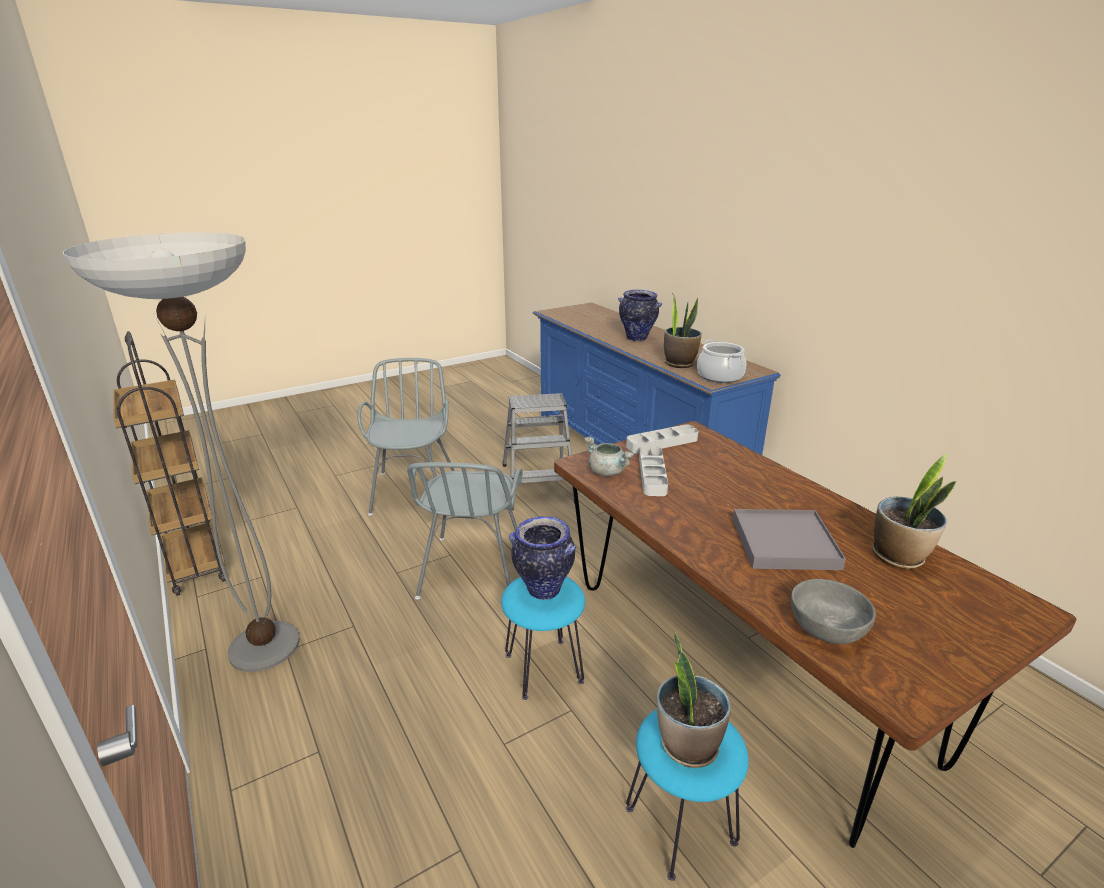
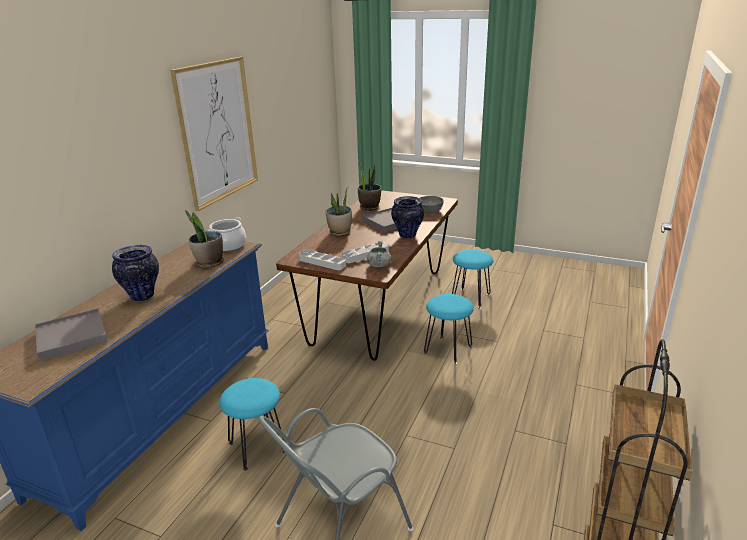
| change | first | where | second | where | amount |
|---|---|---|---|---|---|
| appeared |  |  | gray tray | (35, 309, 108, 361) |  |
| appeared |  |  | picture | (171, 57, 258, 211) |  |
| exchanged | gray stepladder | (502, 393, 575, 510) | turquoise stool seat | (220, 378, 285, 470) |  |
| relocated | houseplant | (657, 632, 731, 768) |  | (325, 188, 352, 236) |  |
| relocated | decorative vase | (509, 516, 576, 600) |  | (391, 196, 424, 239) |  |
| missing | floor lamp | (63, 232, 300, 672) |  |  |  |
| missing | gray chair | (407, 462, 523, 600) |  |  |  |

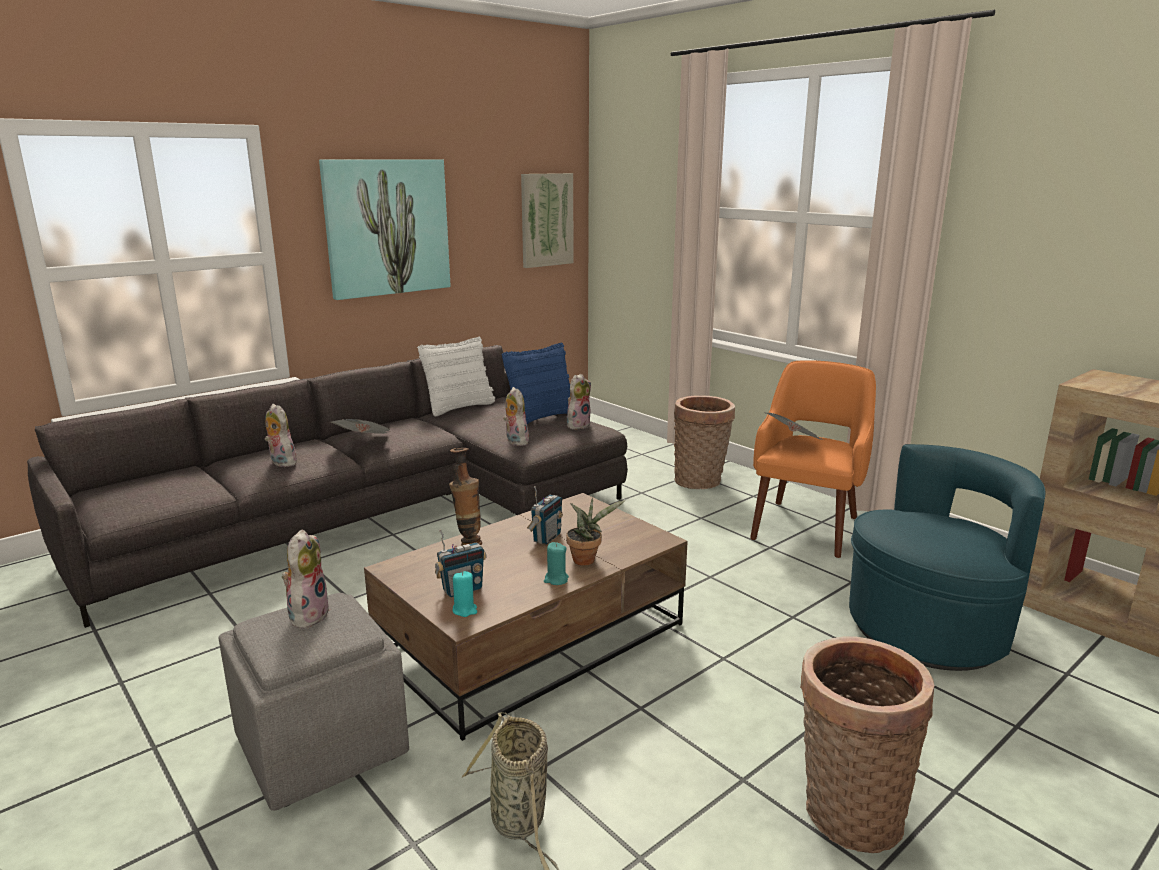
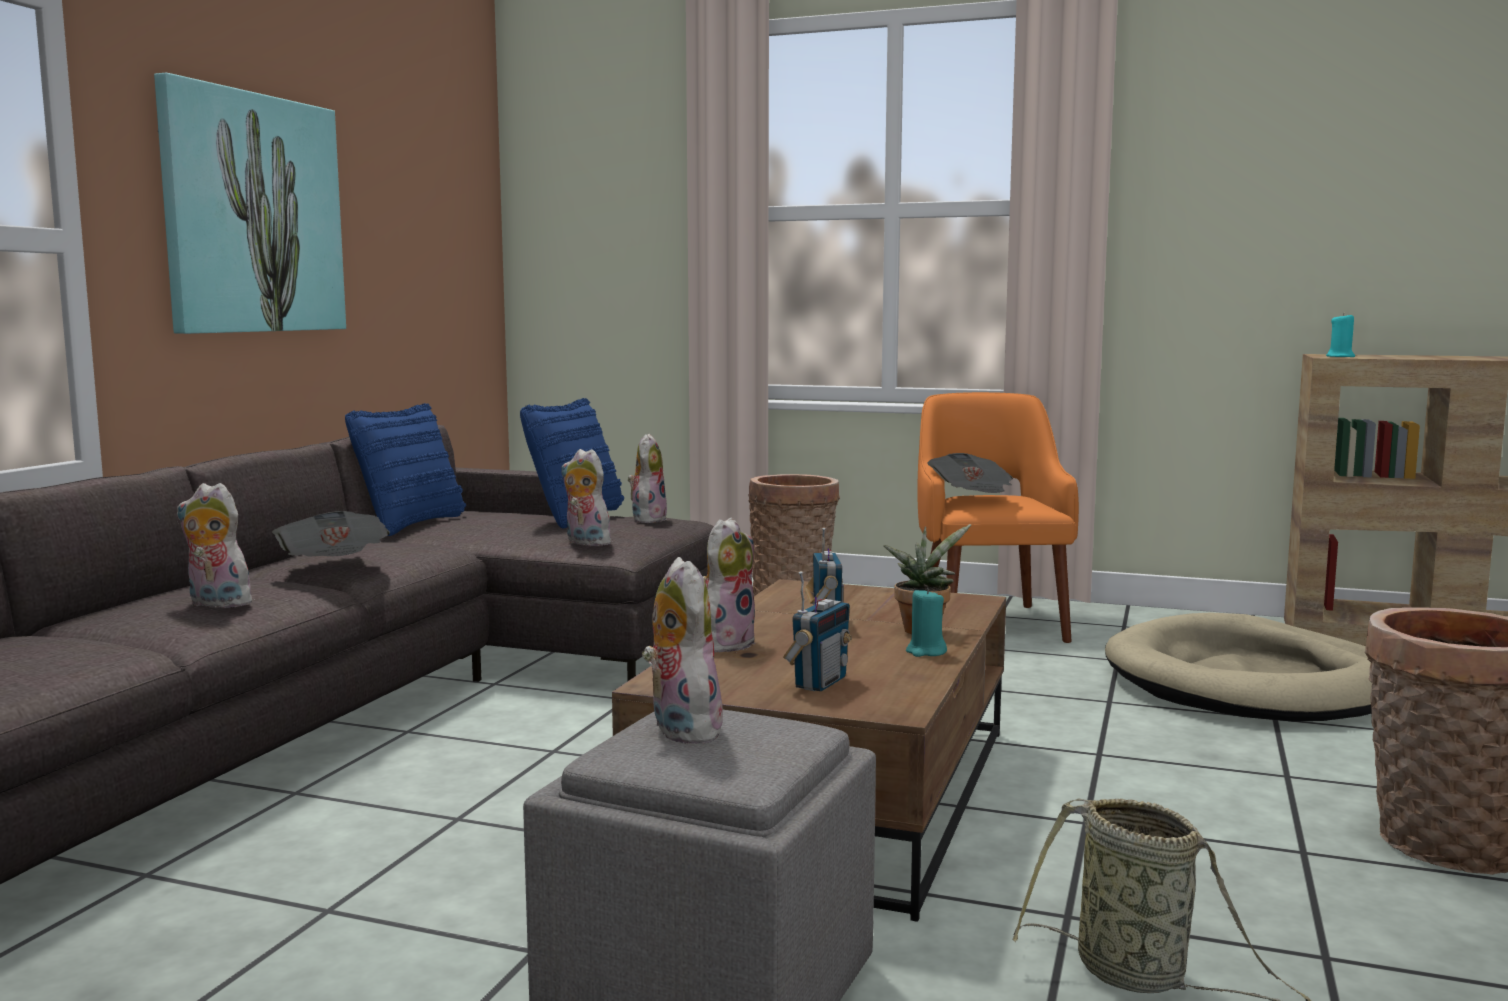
| change | first | where | second | where | amount |
|---|---|---|---|---|---|
| colour | whitish throw pillow | (417, 337, 495, 416) | blue throw pillow | (345, 403, 466, 536) |  |
| exchanged | decorative vase | (449, 448, 482, 546) | cuddly toy | (703, 517, 756, 653) |  |
| exchanged | turquoise easy chair | (849, 444, 1045, 671) | beige dog cushion | (1105, 612, 1372, 722) |  |
| relocated | turquoise wax light | (453, 571, 477, 617) |  | (1326, 313, 1355, 357) |  |
| missing | picture | (521, 173, 573, 268) |  |  |  |

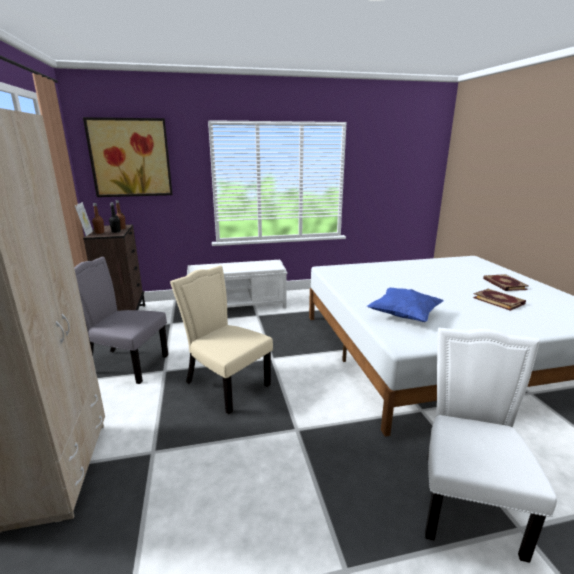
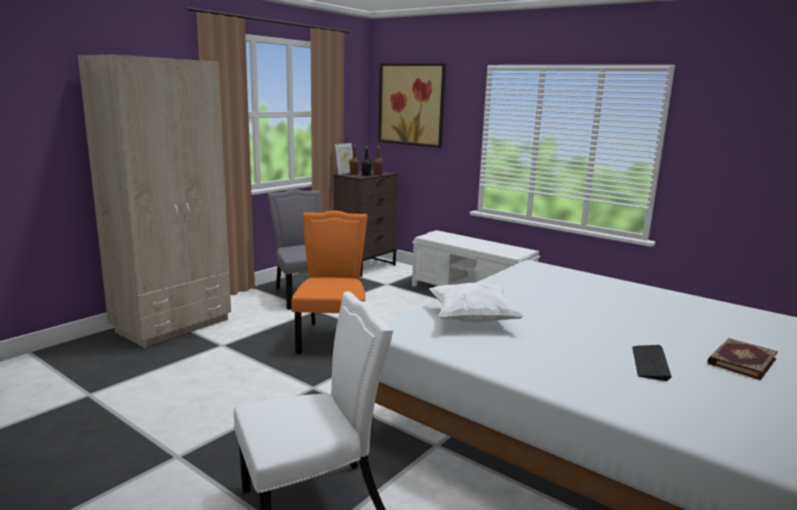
| change | first | where | second | where | amount |
|---|---|---|---|---|---|
| colour | beige chair | (170, 265, 273, 414) | orangey chair | (291, 211, 367, 354) |  |
| colour | blue throw pillow | (367, 288, 443, 322) | whitish throw pillow | (429, 282, 524, 323) |  |
| exchanged | book | (473, 289, 526, 311) | keyboard | (632, 345, 672, 381) |  |

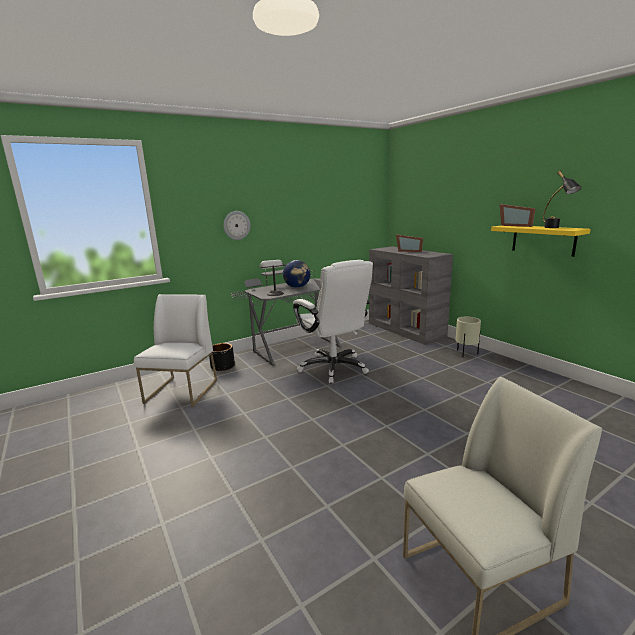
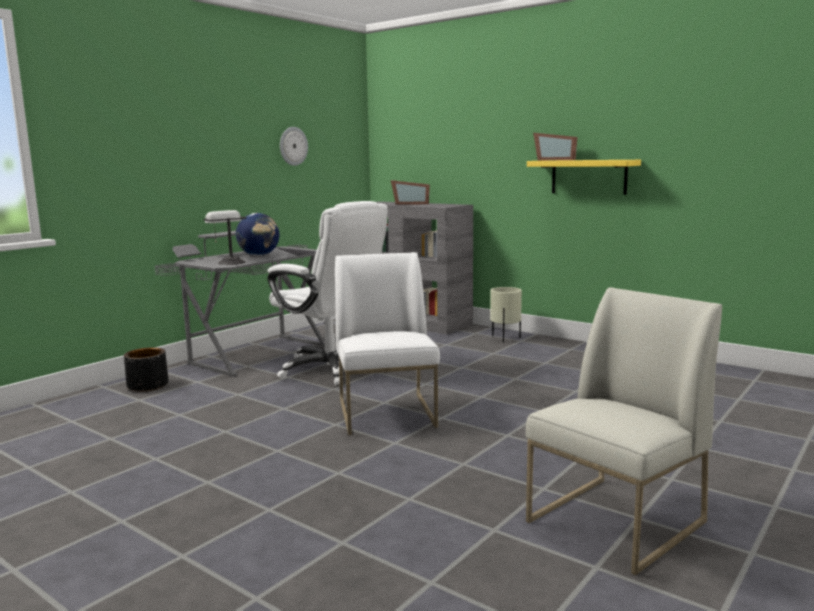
| change | first | where | second | where | amount |
|---|---|---|---|---|---|
| relocated | hanging clock | (223, 211, 251, 240) |  | (280, 127, 308, 166) |  |
| relocated | whitish chair | (134, 294, 217, 407) |  | (335, 252, 440, 435) |  |
| missing | black-coloured tabletop lamp | (543, 171, 582, 228) |  |  |  |

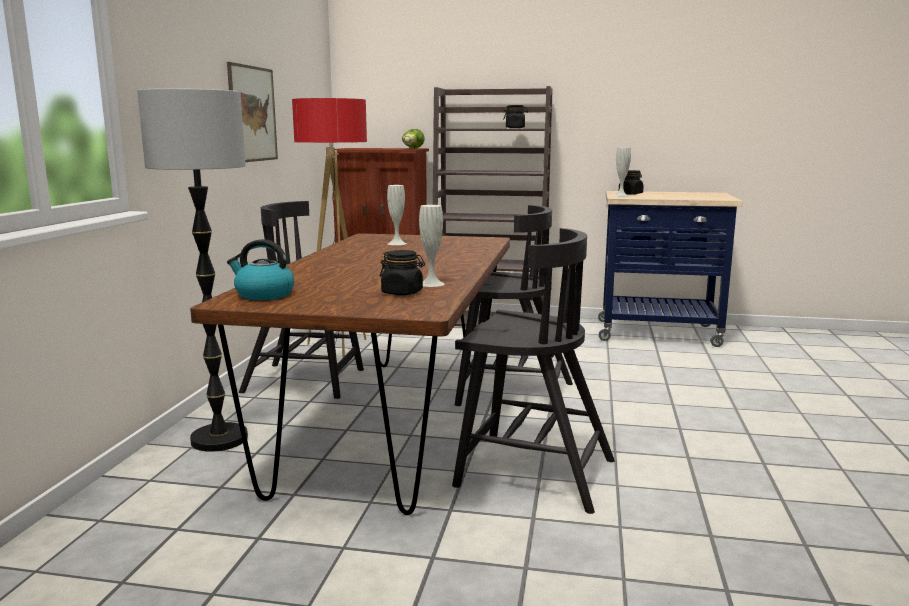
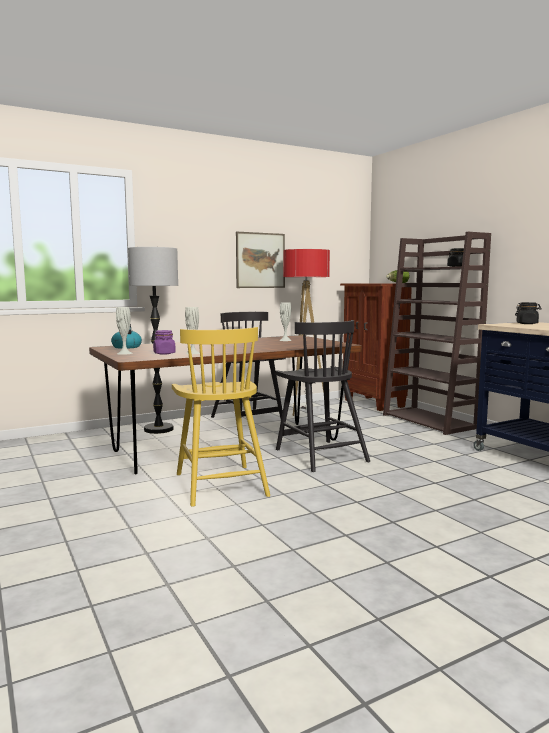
| change | first | where | second | where | amount |
|---|---|---|---|---|---|
| relocated | whitish decorative vase | (614, 147, 631, 197) |  | (116, 307, 133, 355) |  |
| colour | black-coloured storage jar | (380, 250, 425, 295) | purple storage jar | (153, 330, 176, 355) |  |
| colour | black-coloured chair | (452, 228, 615, 514) | yellowish chair | (172, 327, 270, 507) |  |

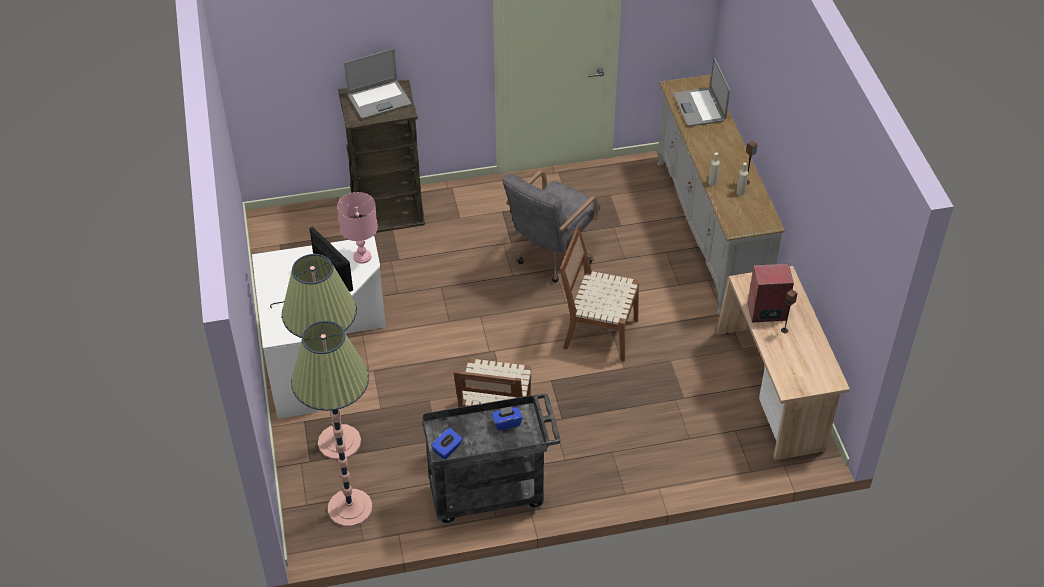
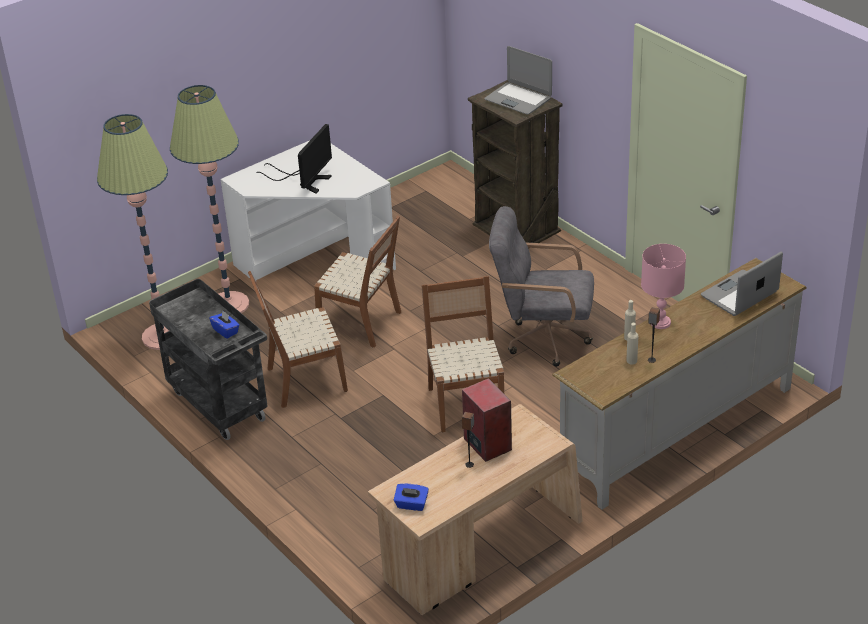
| change | first | where | second | where | amount |
|---|---|---|---|---|---|
| appeared |  |  | chair | (314, 216, 401, 348) |  |
| relocated | blue tissue holder | (431, 428, 462, 459) |  | (394, 483, 429, 511) |  |
| relocated | pinkish tabletop lamp | (337, 192, 378, 264) |  | (641, 244, 686, 329) |  |

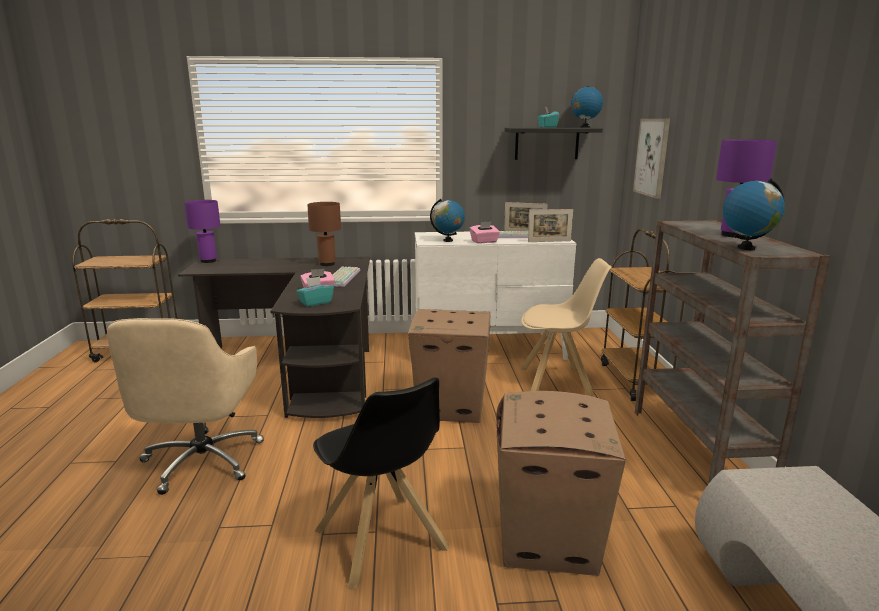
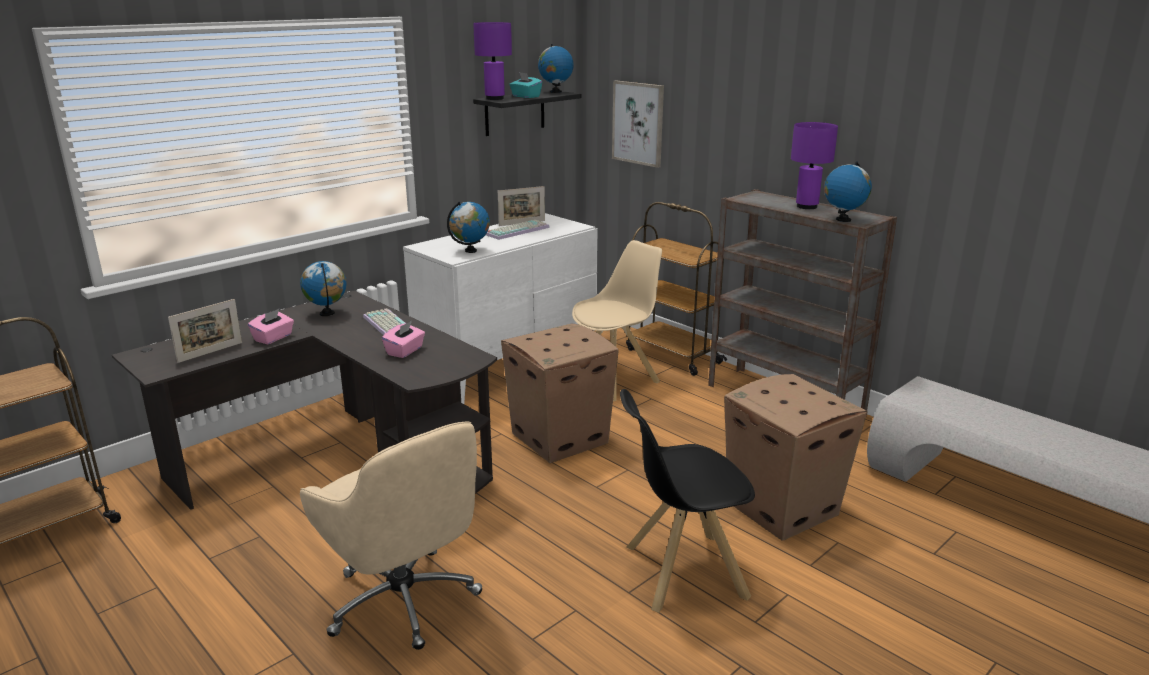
| change | first | where | second | where | amount |
|---|---|---|---|---|---|
| relocated | picture frame | (528, 209, 573, 242) |  | (168, 299, 242, 363) |  |
| relocated | pinkish tissue holder | (470, 221, 500, 244) |  | (248, 309, 294, 344) |  |
| exchanged | brown tabletop lamp | (308, 202, 341, 266) | world globe | (300, 261, 347, 316) |  |
| relocated | purple tabletop lamp | (184, 200, 220, 263) |  | (474, 22, 512, 100) |  |
| spun | black-coloured chair | (313, 377, 449, 590) |  | (620, 389, 755, 613) | 150 degrees clockwise |
| missing | turquoise tissue holder | (296, 276, 334, 307) |  |  |  |

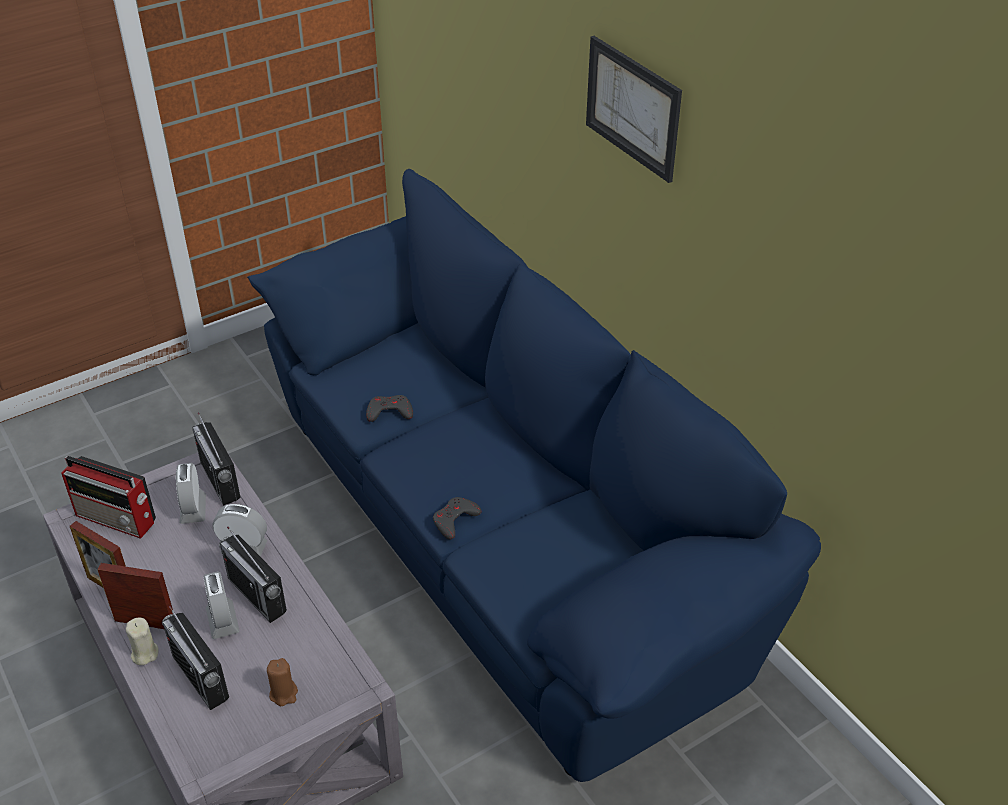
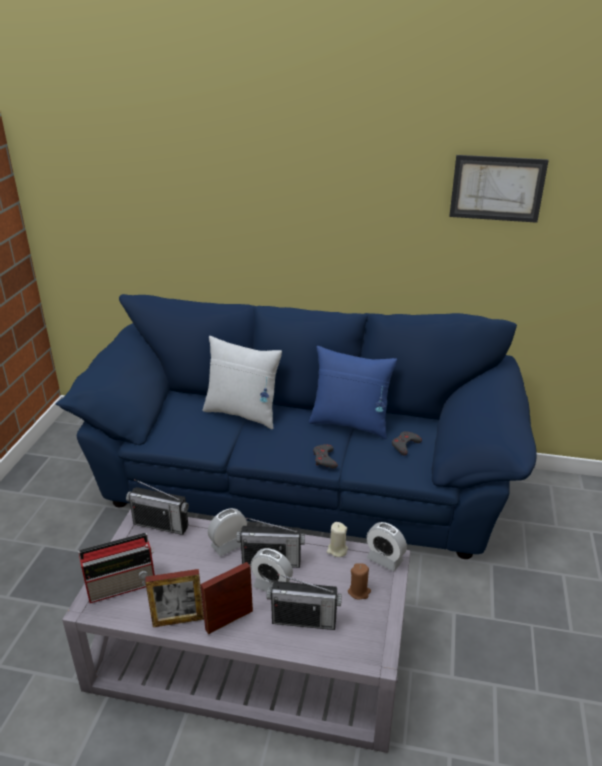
| change | first | where | second | where | amount |
|---|---|---|---|---|---|
| appeared |  |  | gray throw pillow | (202, 336, 282, 430) |  |
| appeared |  |  | blue throw pillow | (308, 346, 397, 439) |  |
| relocated | beige wax light | (126, 618, 159, 665) |  | (327, 522, 348, 557) |  |
| relocated | table clock | (176, 463, 206, 524) |  | (366, 522, 407, 571) |  |
| relocated | gray joypad | (366, 395, 413, 422) |  | (392, 431, 422, 455) |  |
| relocated | picture | (586, 36, 682, 183) |  | (449, 155, 549, 223) |  |

